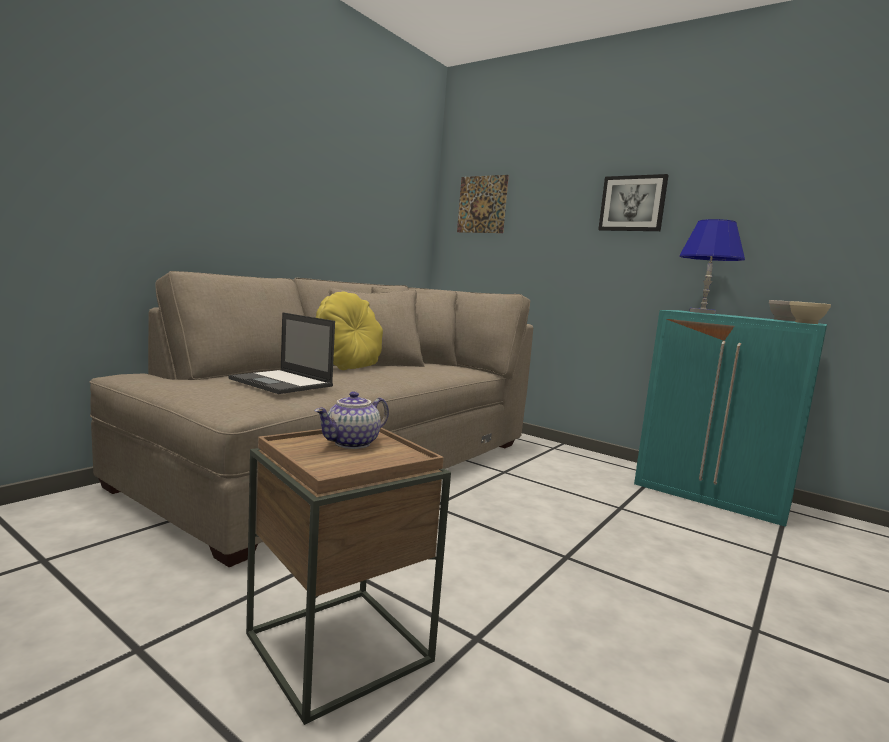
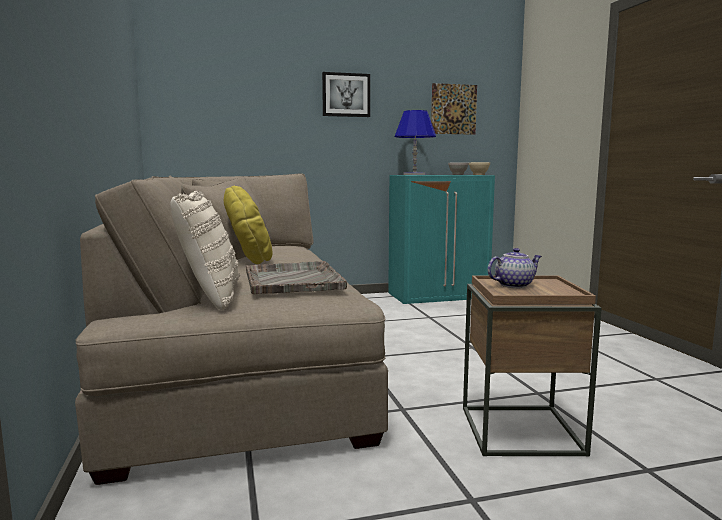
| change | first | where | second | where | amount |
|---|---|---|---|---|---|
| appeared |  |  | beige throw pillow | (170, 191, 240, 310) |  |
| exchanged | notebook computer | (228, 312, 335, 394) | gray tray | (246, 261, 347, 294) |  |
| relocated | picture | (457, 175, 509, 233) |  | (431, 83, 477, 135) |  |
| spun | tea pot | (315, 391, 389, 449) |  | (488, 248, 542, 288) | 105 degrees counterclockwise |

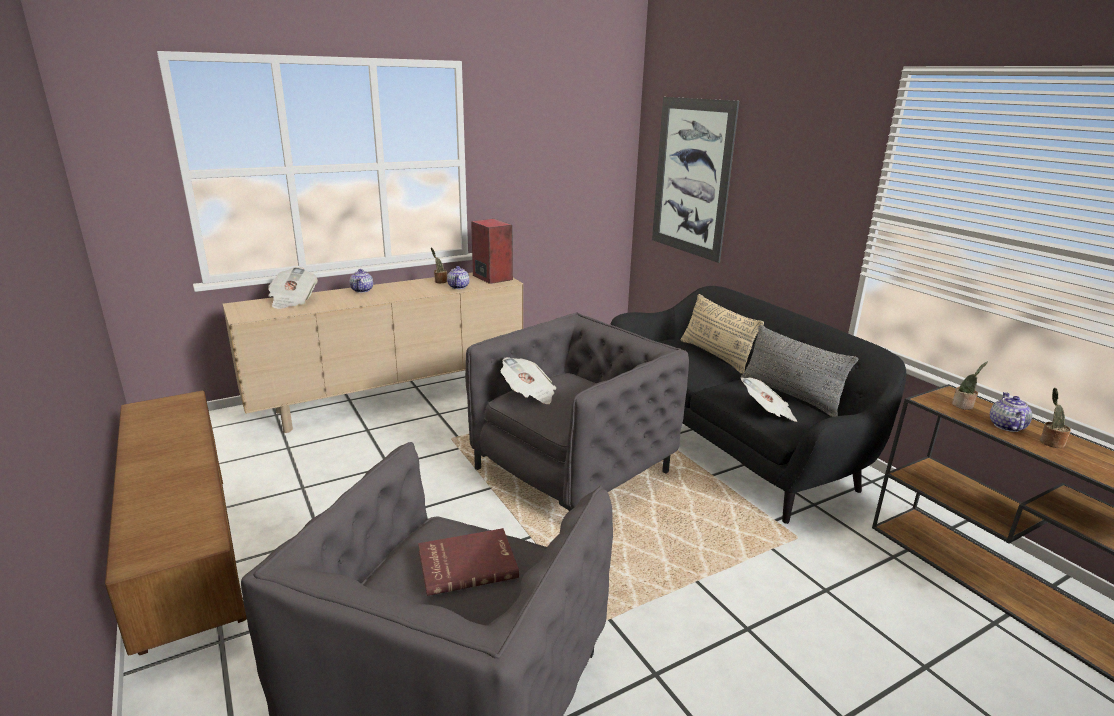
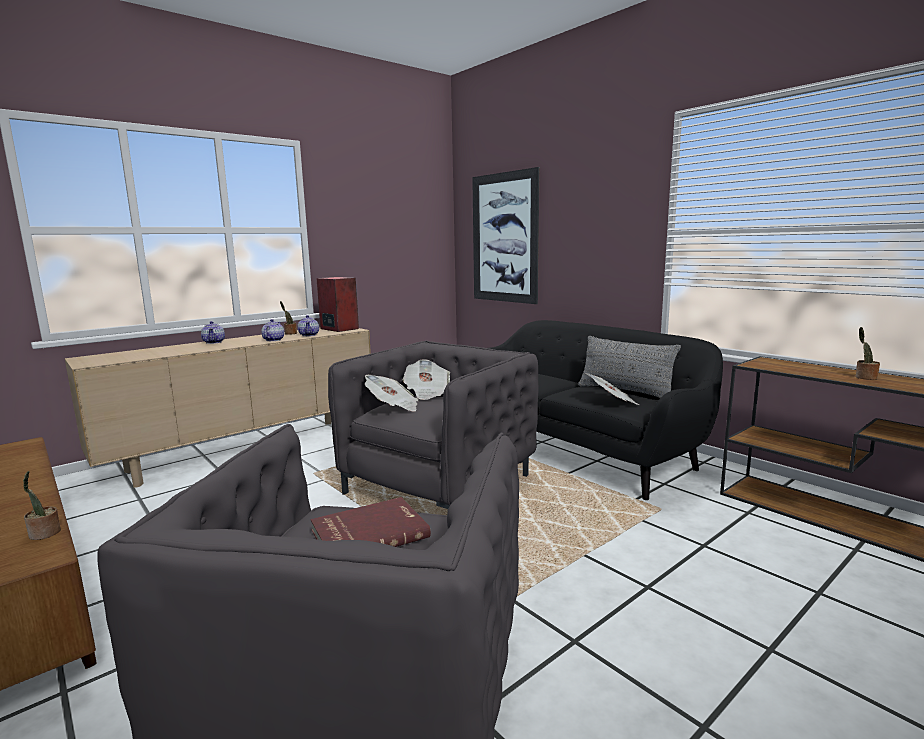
| change | first | where | second | where | amount |
|---|---|---|---|---|---|
| relocated | houseplant | (952, 361, 988, 410) |  | (23, 471, 61, 540) |  |
| relocated | tea pot | (990, 392, 1032, 432) |  | (262, 319, 284, 341) |  |
| relocated | daily paper | (268, 267, 318, 309) |  | (402, 360, 450, 400) |  |
| missing | beige throw pillow | (681, 294, 764, 374) |  |  |  |

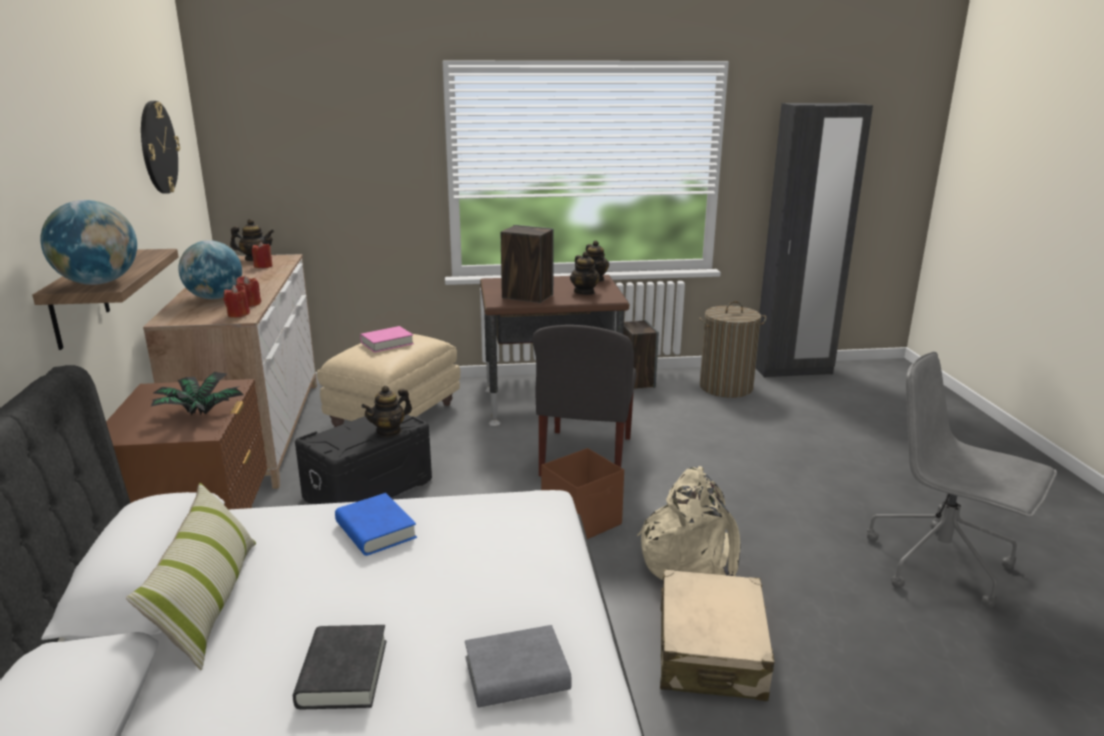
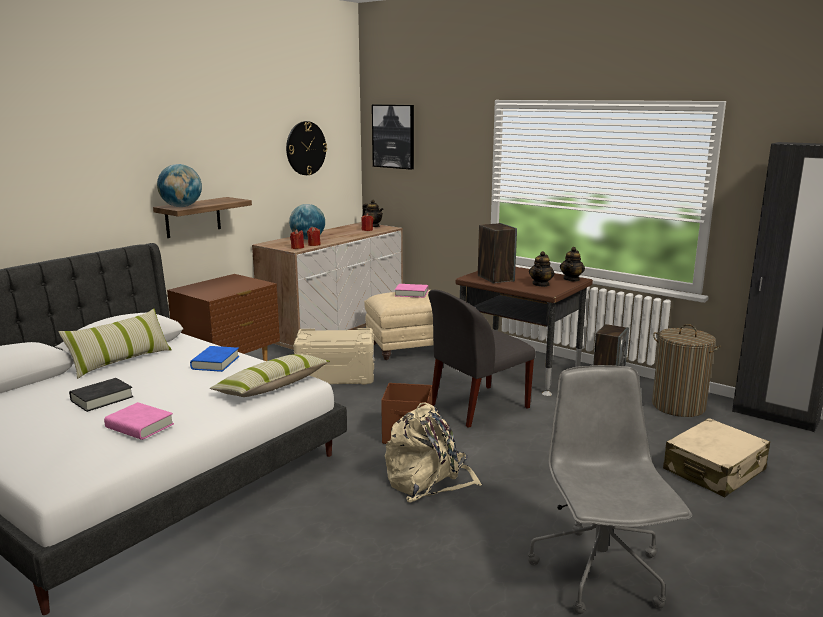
| change | first | where | second | where | amount |
|---|---|---|---|---|---|
| colour | gray book | (465, 625, 572, 708) | pinkish book | (104, 402, 174, 440) |  |
| appeared |  |  | throw pillow | (210, 354, 330, 397) |  |
| colour | black-coloured storage container | (295, 415, 432, 504) | beige storage container | (294, 328, 375, 385) |  |
| appeared |  |  | picture | (372, 105, 414, 170) |  |
| relocated | beige piece of luggage | (660, 570, 774, 701) |  | (663, 418, 770, 497) |  |
| missing | houseplant | (151, 372, 244, 415) |  |  |  |
| missing | tea pot | (361, 386, 412, 437) |  |  |  |

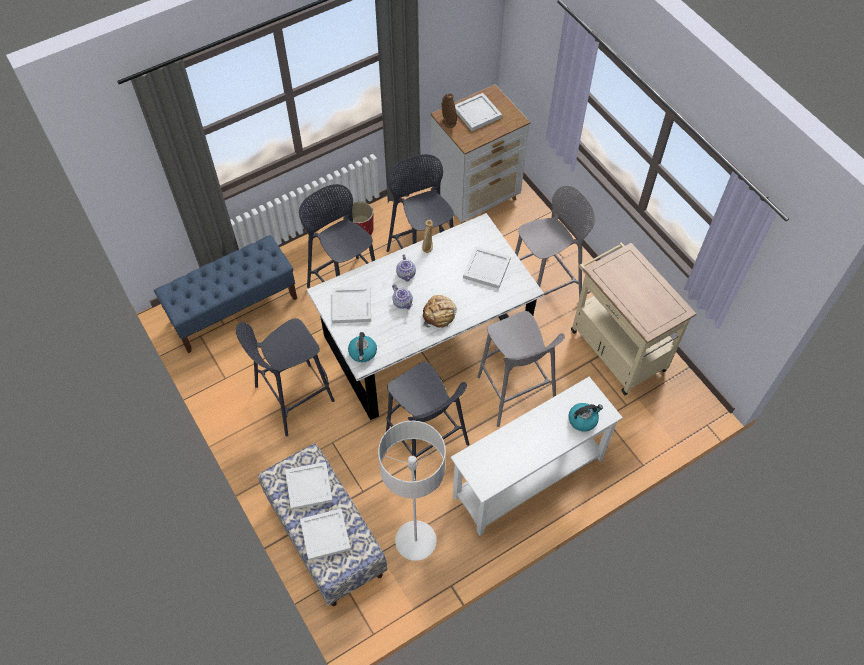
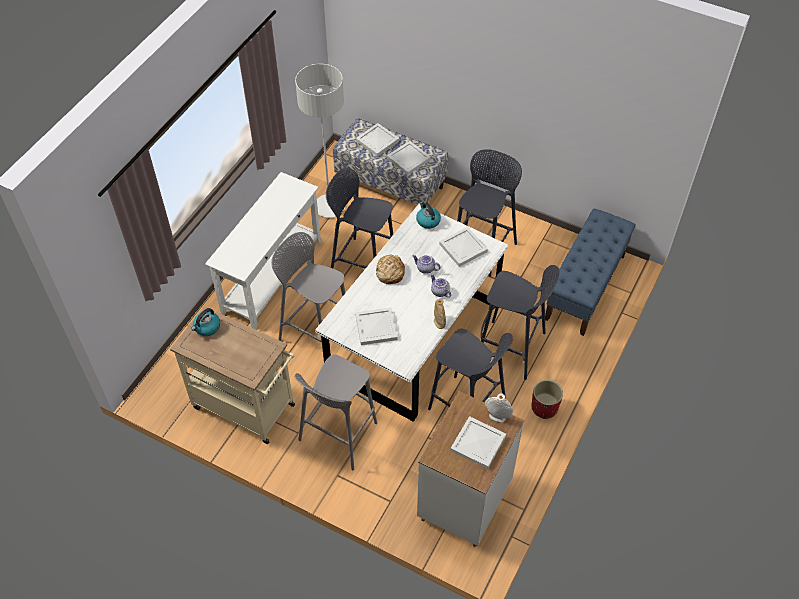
| change | first | where | second | where | amount |
|---|---|---|---|---|---|
| relocated | tea kettle | (568, 403, 603, 432) |  | (191, 308, 220, 336) |  |
| colour | brown decorative vase | (441, 93, 457, 128) | whitish decorative vase | (485, 394, 513, 423) |  |

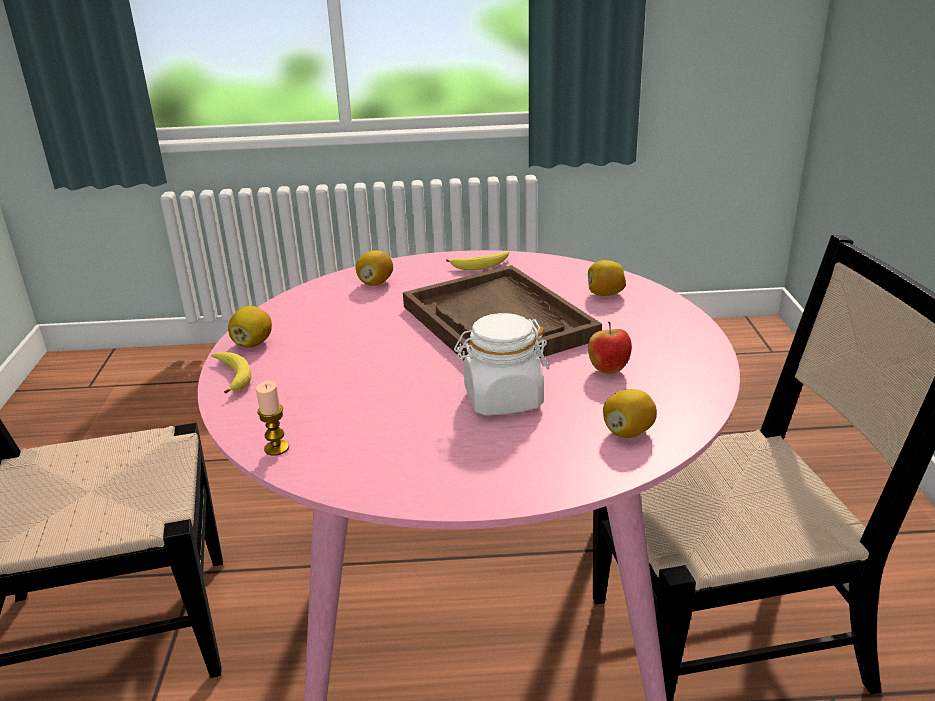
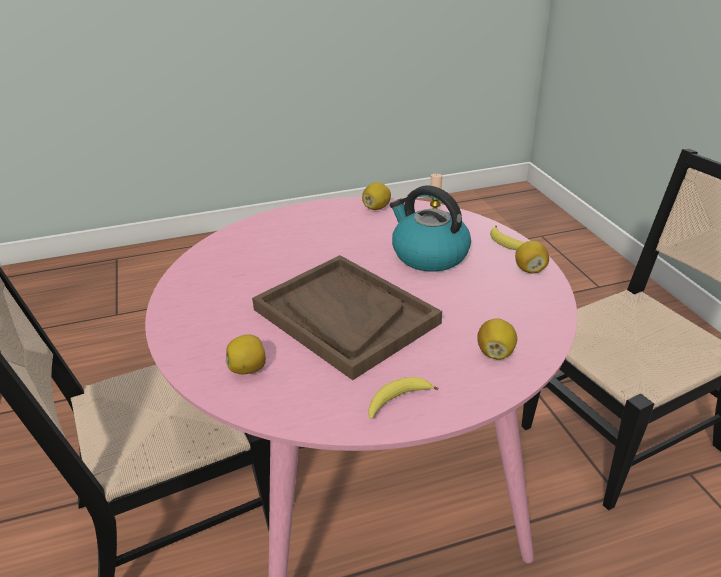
| change | first | where | second | where | amount |
|---|---|---|---|---|---|
| relocated | citrus fruit | (603, 389, 657, 438) |  | (362, 182, 391, 210) |  |
| appeared |  |  | tea kettle | (390, 185, 471, 272) |  |
| missing | whitish storage jar | (454, 313, 549, 416) |  |  |  |
| missing | apple | (588, 322, 632, 374) |  |  |  |

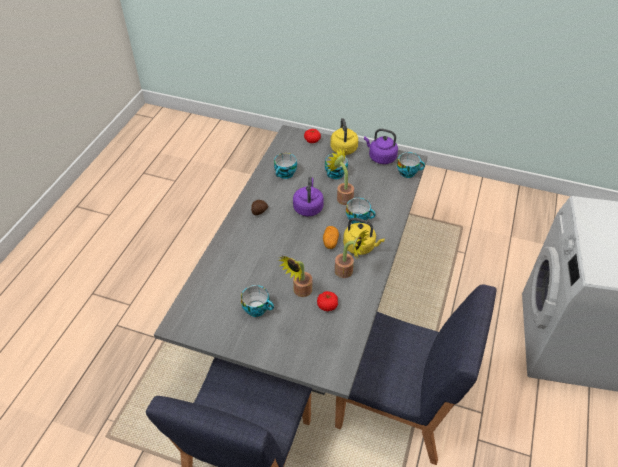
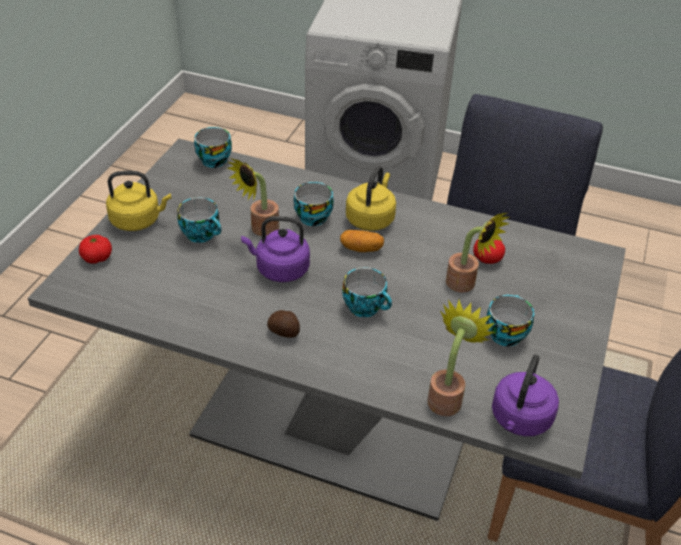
| change | first | where | second | where | amount |
|---|---|---|---|---|---|
| relocated | drinking cup | (274, 153, 297, 179) |  | (342, 267, 392, 317) |  |
| relocated | houseplant | (335, 230, 369, 278) |  | (428, 299, 495, 416) |  |
| relocated | purple tea kettle | (364, 129, 398, 164) |  | (492, 354, 559, 436) |  |

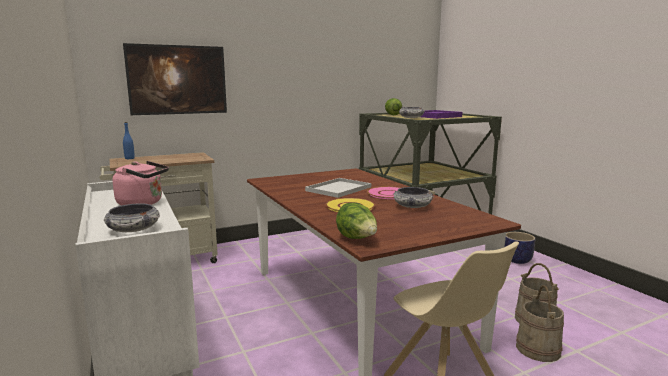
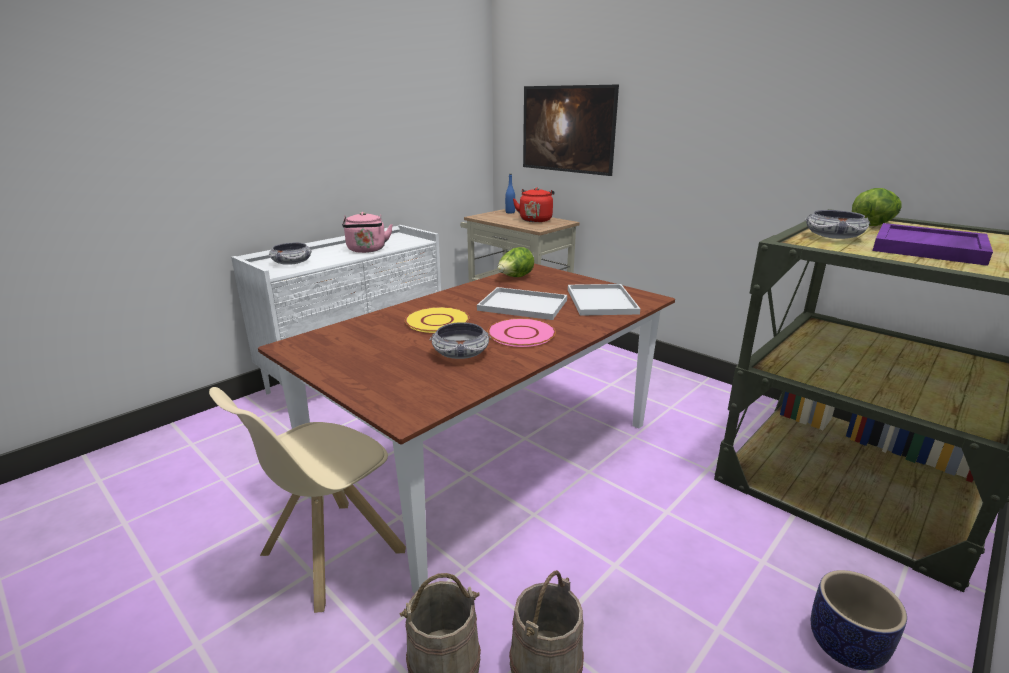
| change | first | where | second | where | amount |
|---|---|---|---|---|---|
| relocated | lettuce | (336, 202, 377, 239) |  | (497, 247, 534, 277) |  |
| appeared |  |  | red tea kettle | (513, 187, 555, 222) |  |
| appeared |  |  | whitish tray | (568, 284, 640, 316) |  |

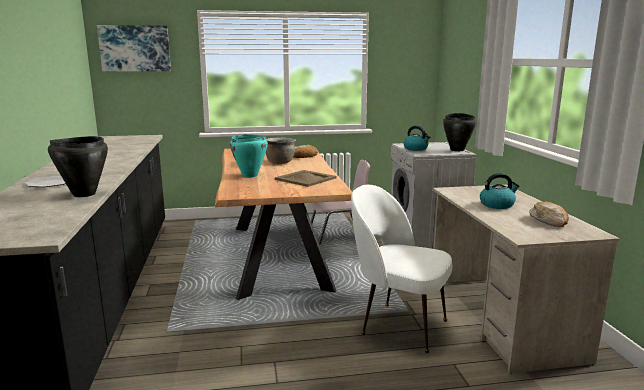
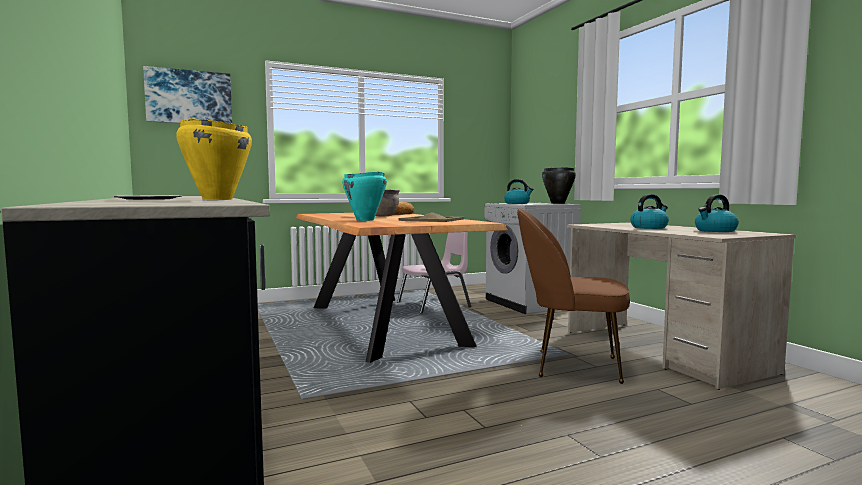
| change | first | where | second | where | amount |
|---|---|---|---|---|---|
| colour | black-coloured stockpot | (48, 136, 108, 197) | yellowish stockpot | (177, 118, 252, 200) |  |
| colour | whitish chair | (351, 185, 452, 353) | brown chair | (517, 209, 630, 384) |  |
| exchanged | baked bread | (529, 202, 569, 227) | tea kettle | (695, 194, 739, 232) |  |

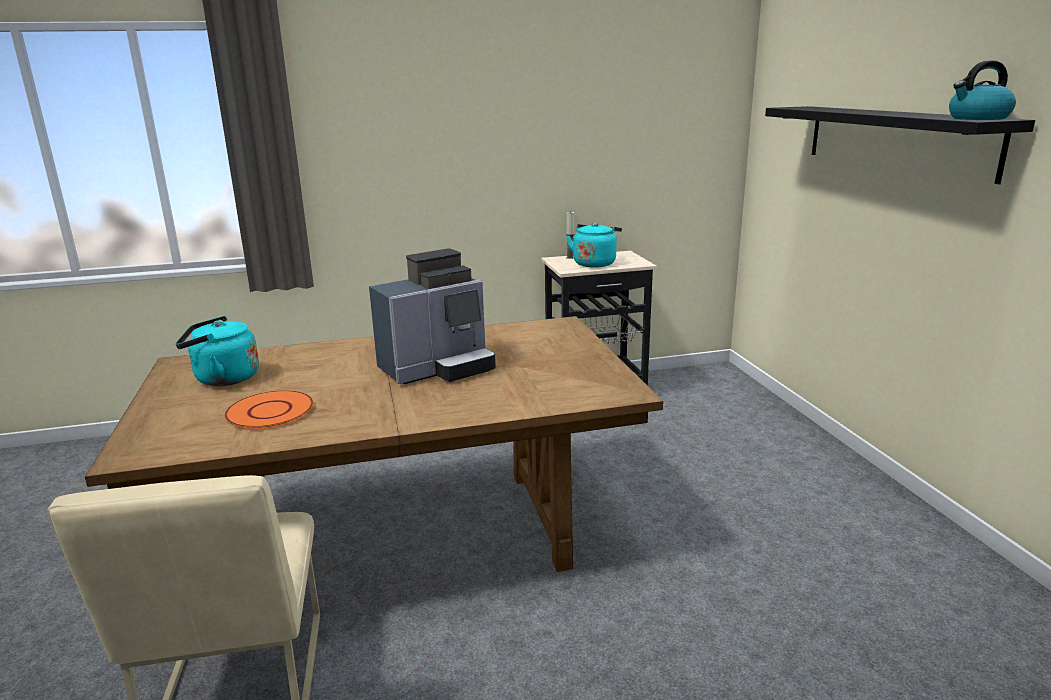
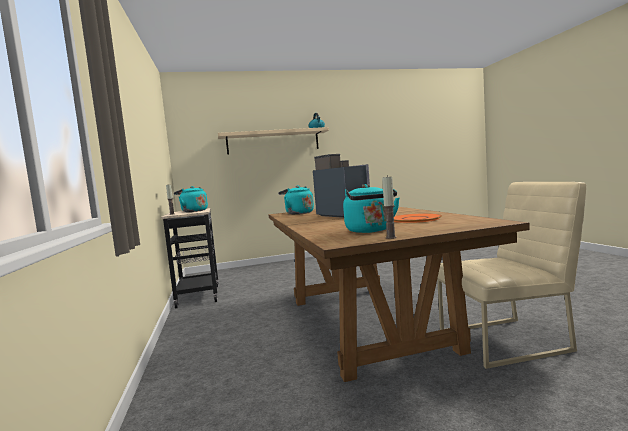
| change | first | where | second | where | amount |
|---|---|---|---|---|---|
| colour | black-coloured wall shelf | (765, 106, 1035, 184) | beige wall shelf | (218, 127, 329, 155) |  |
| appeared |  |  | turquoise tea kettle | (278, 185, 314, 214) |  |
| appeared |  |  | wax light | (382, 175, 396, 239) |  |

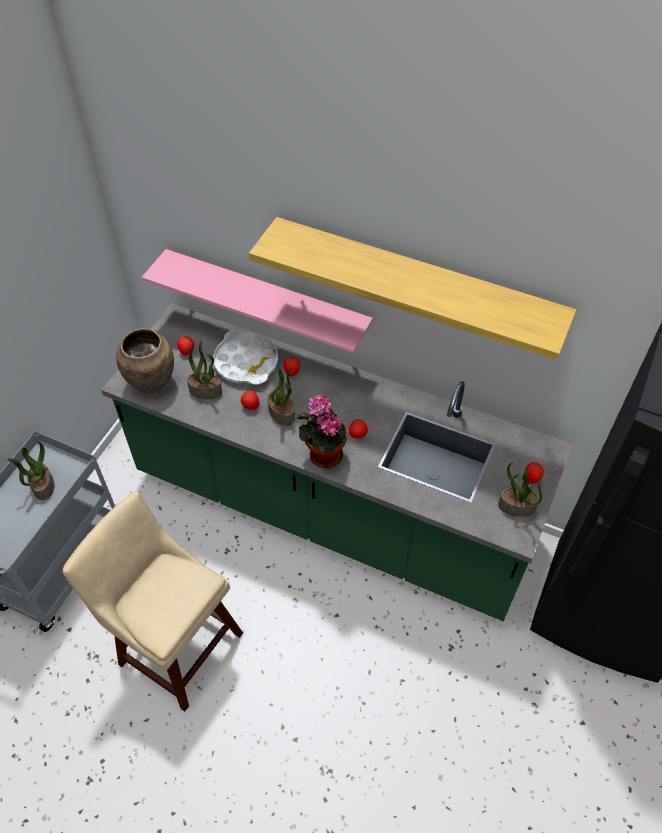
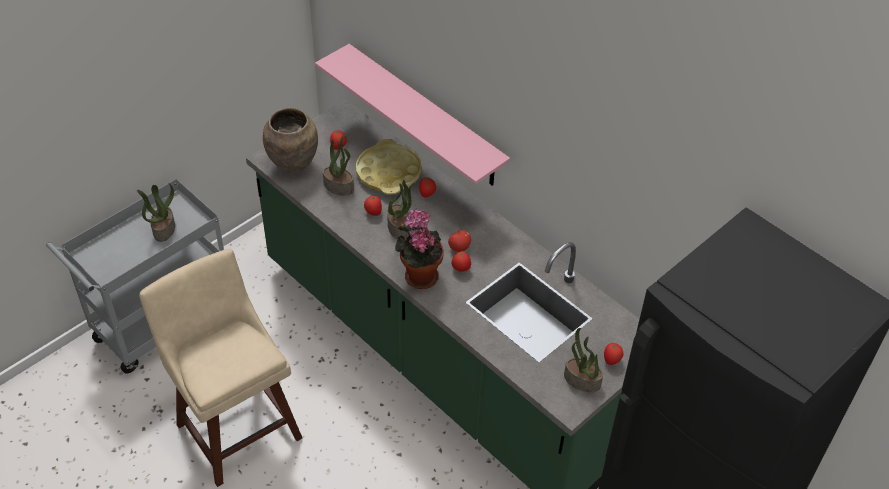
| change | first | where | second | where | amount |
|---|---|---|---|---|---|
| colour | whitish tray | (213, 330, 278, 385) | yellowish tray | (356, 139, 422, 194) |  |
| appeared |  |  | apple | (448, 229, 471, 252) |  |
| missing | wall shelf | (249, 217, 577, 361) |  |  |  |

